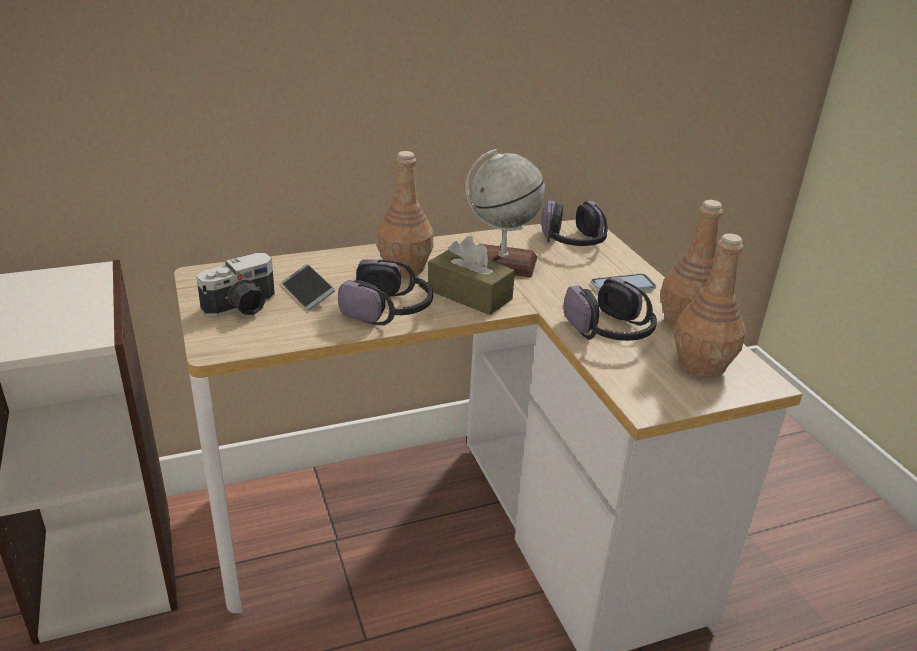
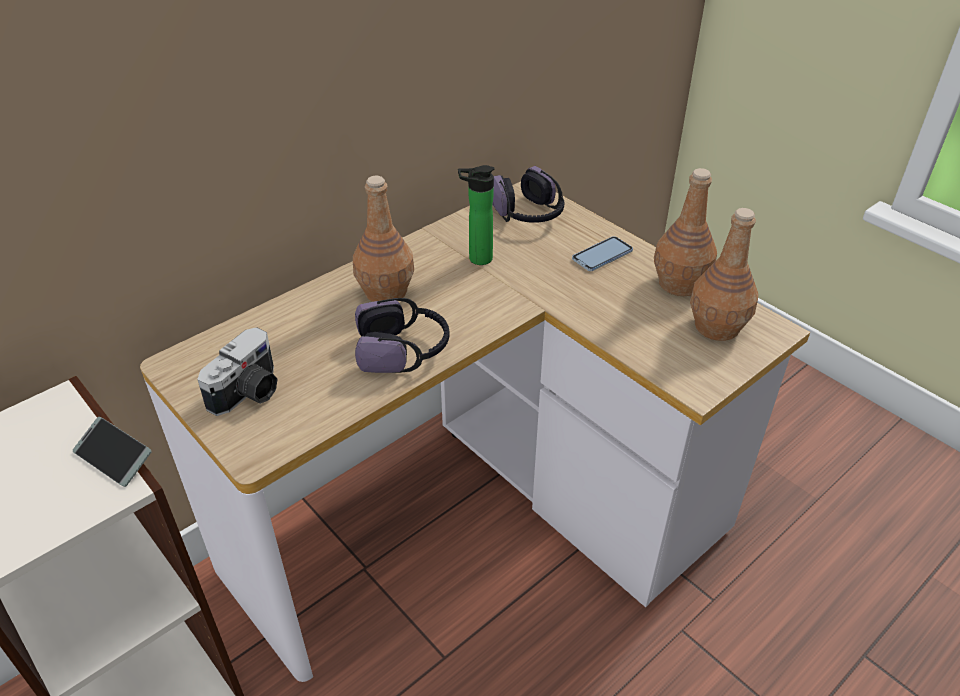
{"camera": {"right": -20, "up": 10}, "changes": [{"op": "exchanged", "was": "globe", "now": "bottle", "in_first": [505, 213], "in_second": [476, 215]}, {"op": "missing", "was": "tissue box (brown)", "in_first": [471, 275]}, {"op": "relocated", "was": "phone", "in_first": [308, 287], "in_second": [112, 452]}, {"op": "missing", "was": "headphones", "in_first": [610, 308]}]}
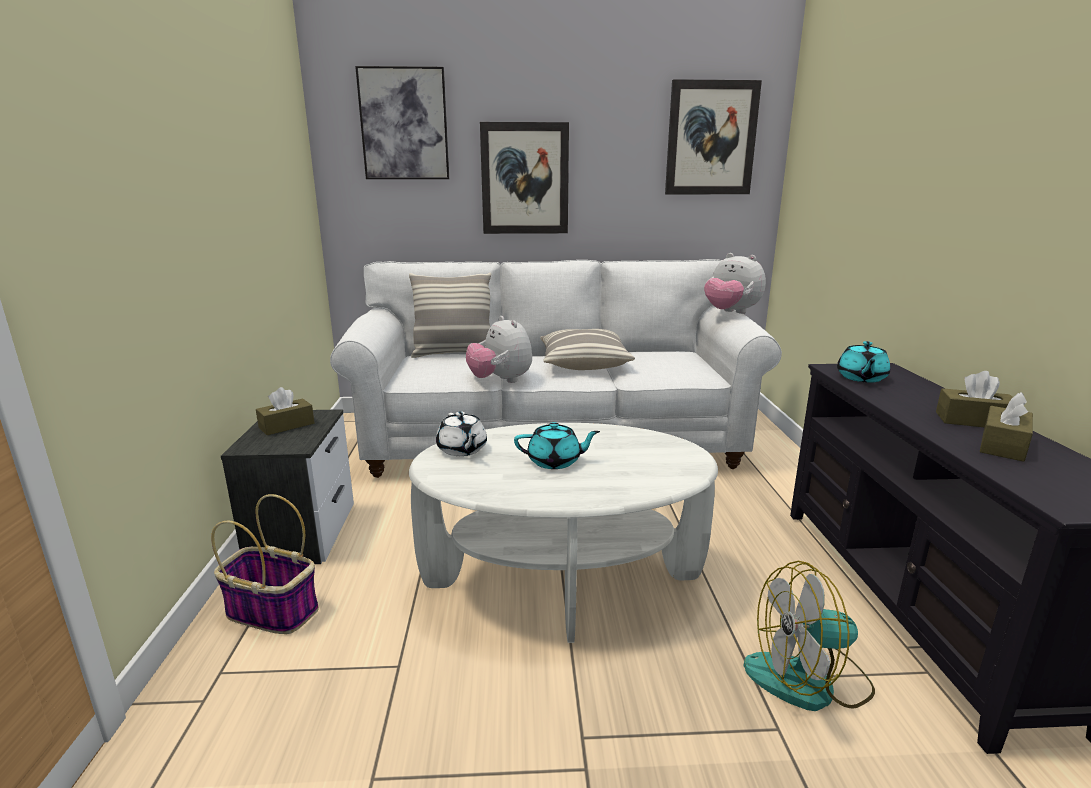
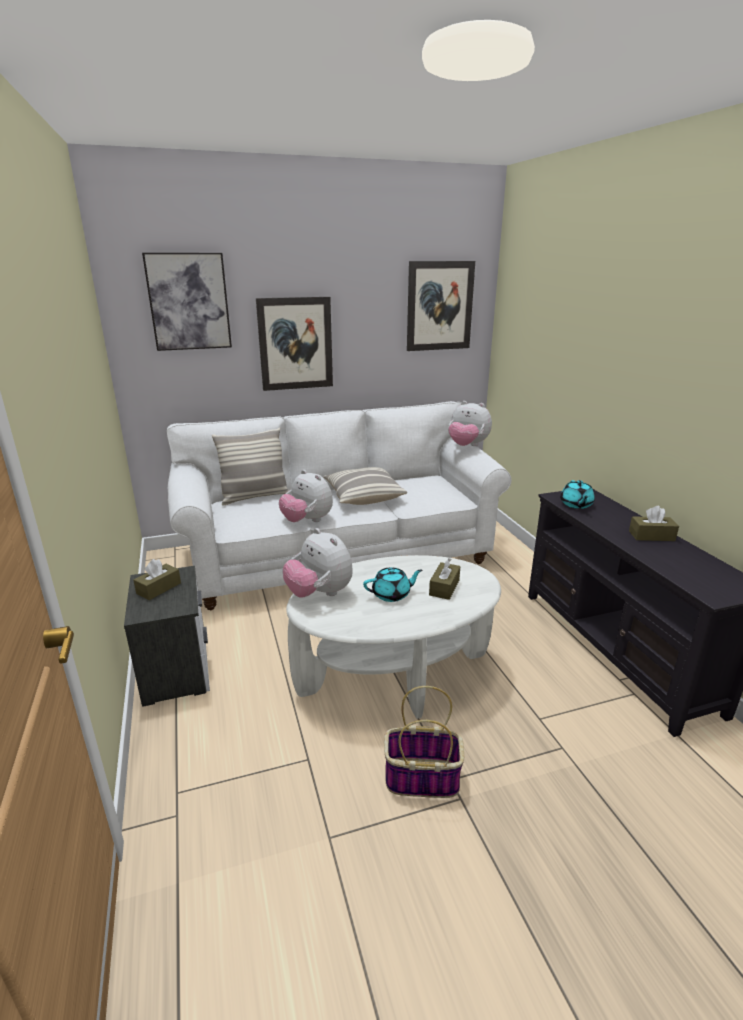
{"camera": {"right": -15, "up": 5}, "changes": [{"op": "relocated", "was": "tissue box (brown)", "in_first": [1006, 427], "in_second": [444, 579]}, {"op": "exchanged", "was": "teapot (white)", "now": "plush toy", "in_first": [461, 433], "in_second": [318, 563]}, {"op": "relocated", "was": "basket", "in_first": [265, 564], "in_second": [424, 742]}, {"op": "missing", "was": "fan", "in_first": [809, 636]}]}
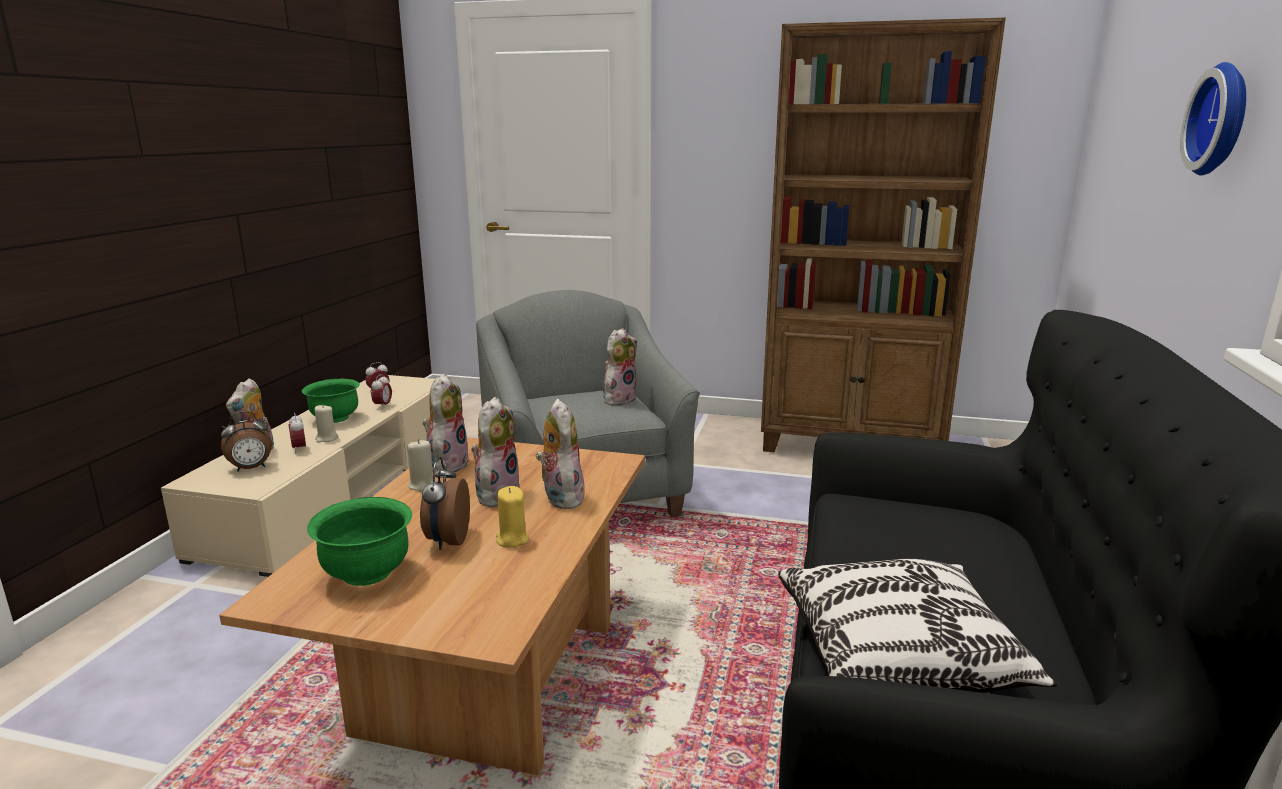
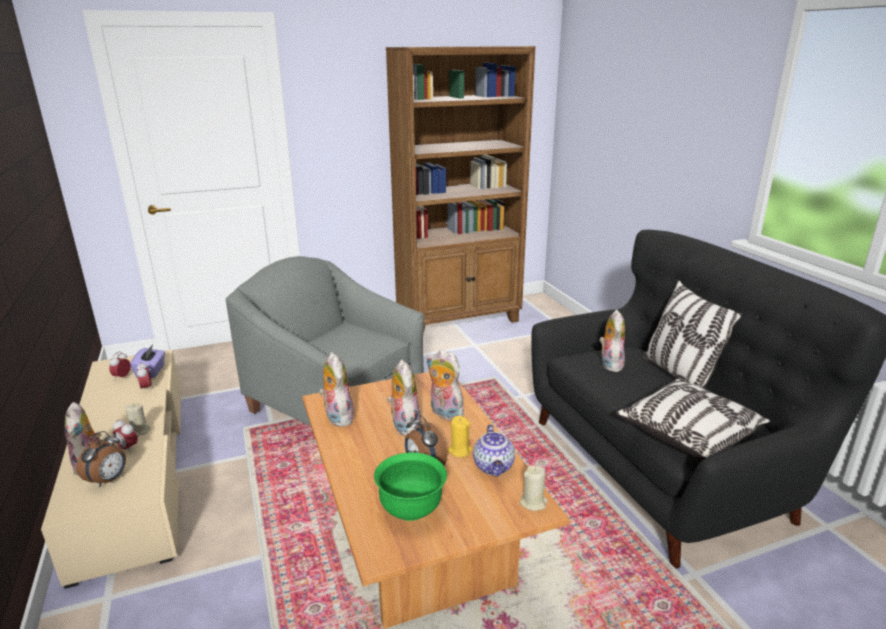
{"camera": {"right": -35, "up": 5}, "changes": [{"op": "missing", "was": "wall clock", "in_first": [1213, 118]}, {"op": "relocated", "was": "plush toy", "in_first": [620, 366], "in_second": [612, 341]}, {"op": "missing", "was": "bowl (green)", "in_first": [331, 401]}, {"op": "relocated", "was": "candle (beige)", "in_first": [422, 465], "in_second": [533, 488]}, {"op": "appeared", "now": "pillow", "in_second": [692, 334]}, {"op": "appeared", "now": "tissue box (purple)", "in_second": [147, 361]}, {"op": "appeared", "now": "teapot", "in_second": [494, 450]}]}
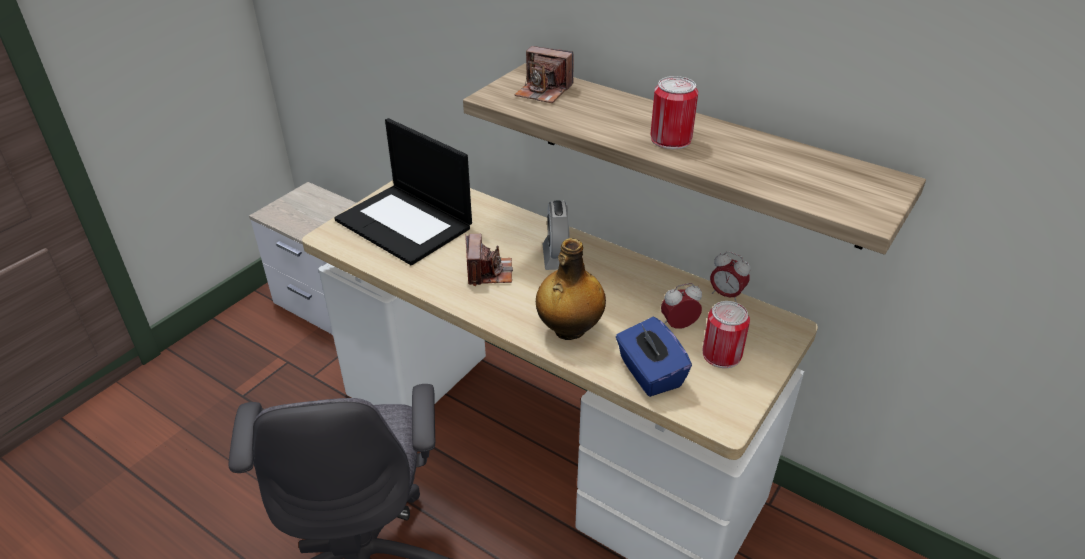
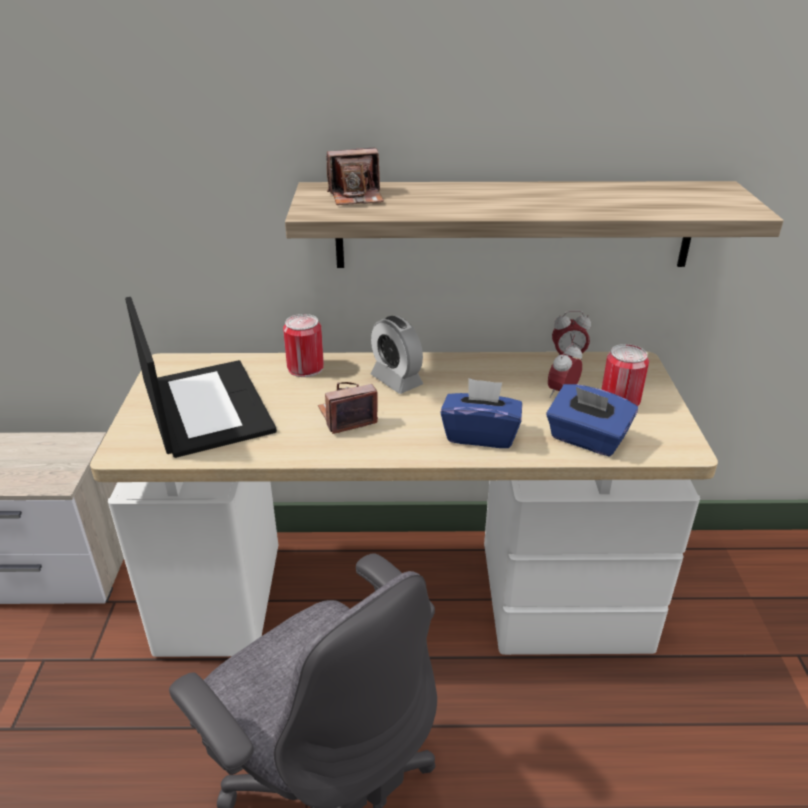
{"camera": {"right": -35, "up": -5}, "changes": [{"op": "relocated", "was": "can", "in_first": [674, 112], "in_second": [303, 345]}, {"op": "spun", "was": "laptop", "in_first": [403, 191], "in_second": [201, 377], "clockwise": -120}, {"op": "spun", "was": "photo camera", "in_first": [489, 260], "in_second": [348, 408], "clockwise": -75}, {"op": "exchanged", "was": "bottle", "now": "tissue box (blue)", "in_first": [571, 289], "in_second": [481, 413]}]}
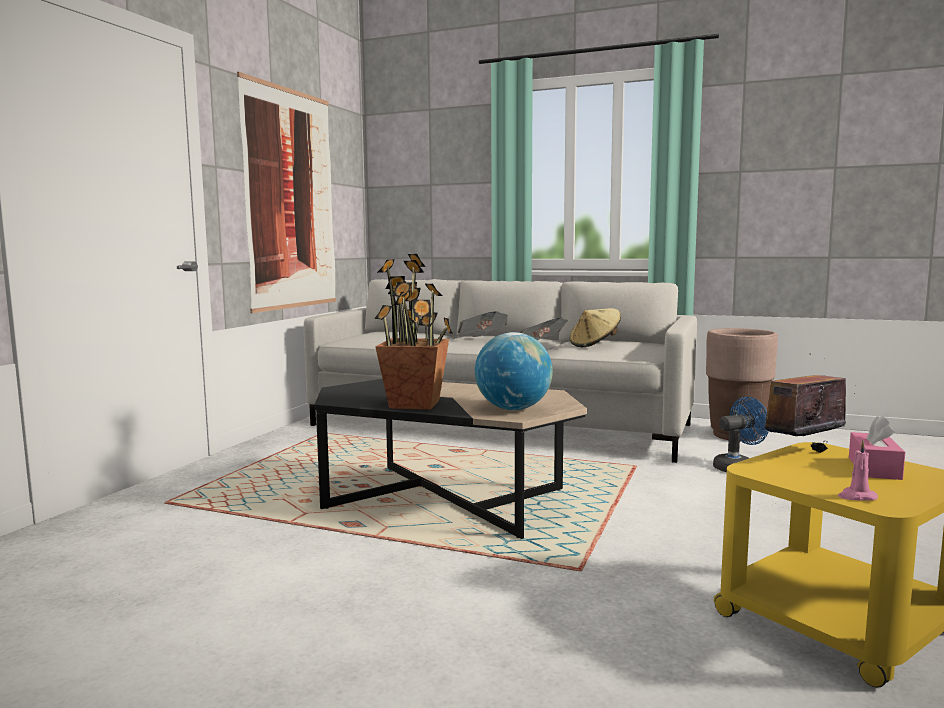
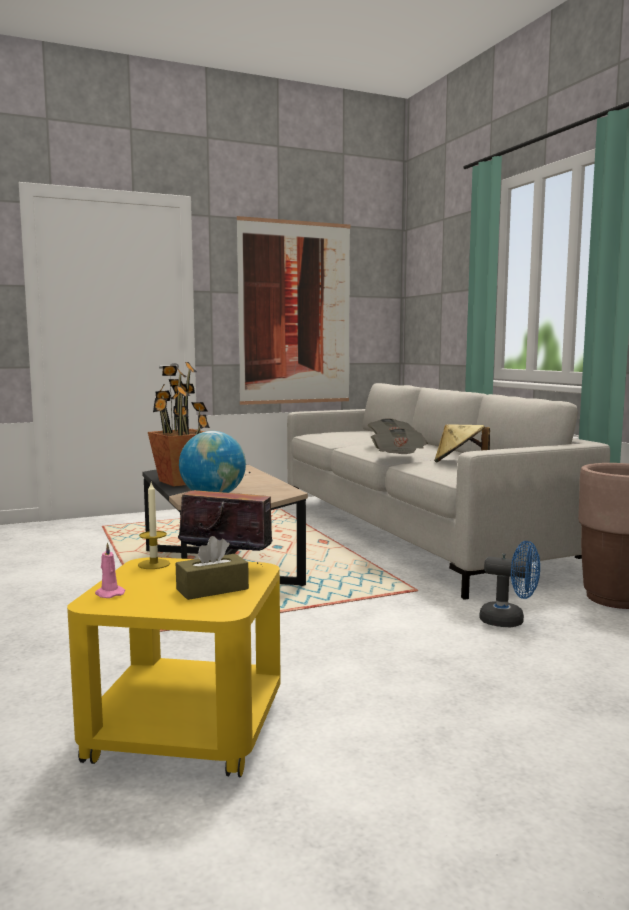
{"camera": {"right": 45, "up": 0}, "changes": [{"op": "colour", "was": "tissue box (pink)", "now": "tissue box (brown)", "in_first": [877, 447], "in_second": [212, 568]}, {"op": "appeared", "now": "candle", "in_second": [154, 526]}]}
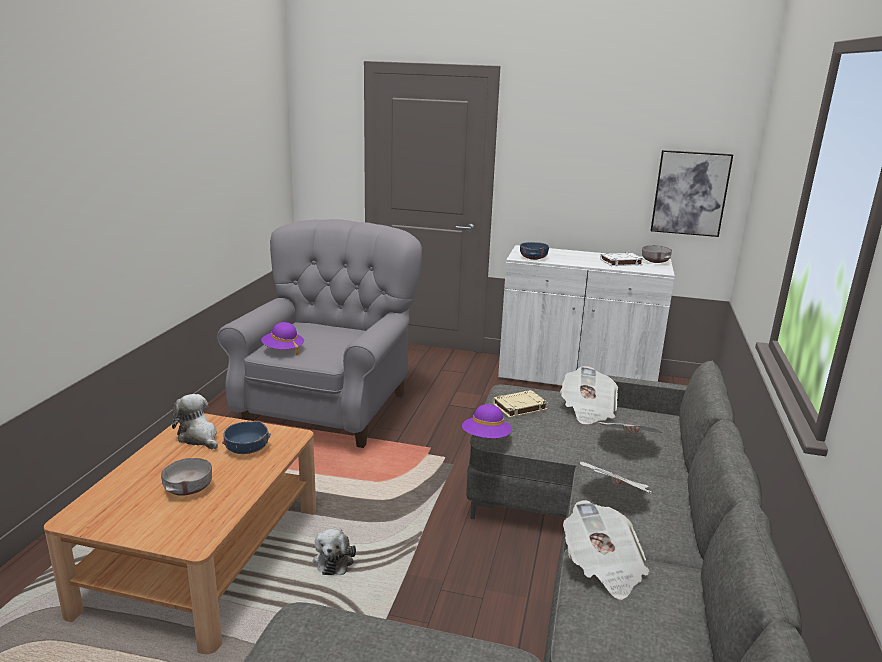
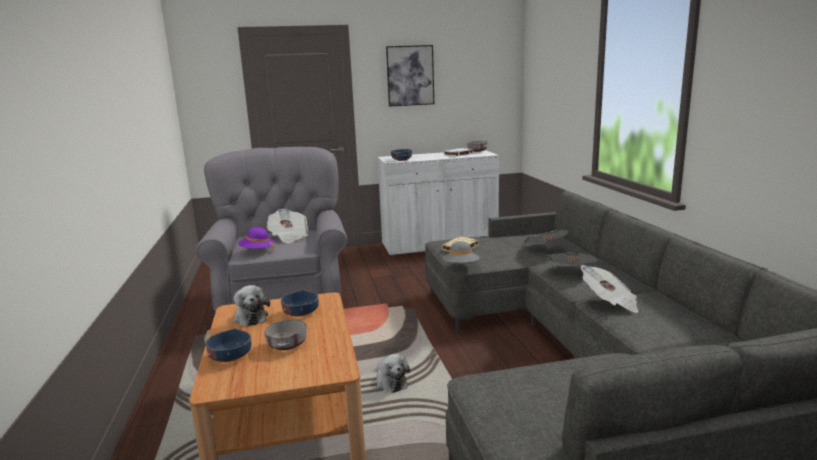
{"camera": {"right": -25, "up": -5}, "changes": [{"op": "relocated", "was": "picture", "in_first": [691, 193], "in_second": [410, 76]}, {"op": "relocated", "was": "newspaper", "in_first": [589, 395], "in_second": [287, 226]}, {"op": "spun", "was": "plush toy", "in_first": [195, 421], "in_second": [251, 305], "clockwise": -135}, {"op": "colour", "was": "hat (purple)", "now": "hat (grey)", "in_first": [487, 421], "in_second": [461, 252]}, {"op": "appeared", "now": "bowl (blue)", "in_second": [228, 345]}]}
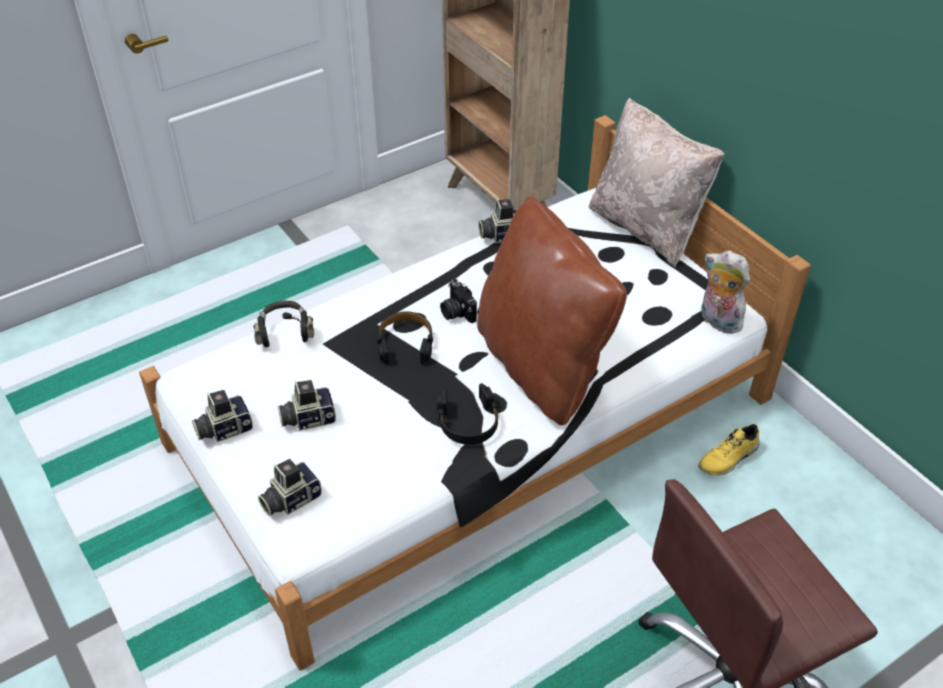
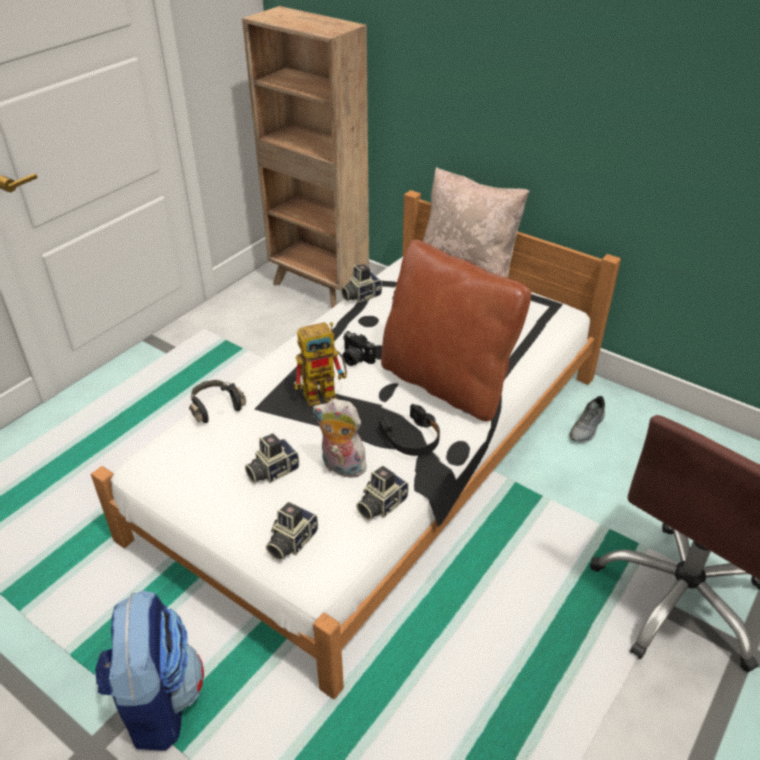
{"camera": {"right": -20, "up": -5}, "changes": [{"op": "relocated", "was": "plush toy", "in_first": [725, 292], "in_second": [341, 438]}, {"op": "exchanged", "was": "headphones (black)", "now": "toy robot", "in_first": [405, 337], "in_second": [320, 364]}, {"op": "relocated", "was": "photo camera", "in_first": [222, 416], "in_second": [382, 493]}, {"op": "colour", "was": "shoe (yellow)", "now": "shoe (grey)", "in_first": [729, 449], "in_second": [587, 419]}, {"op": "appeared", "now": "backpack", "in_second": [149, 671]}]}
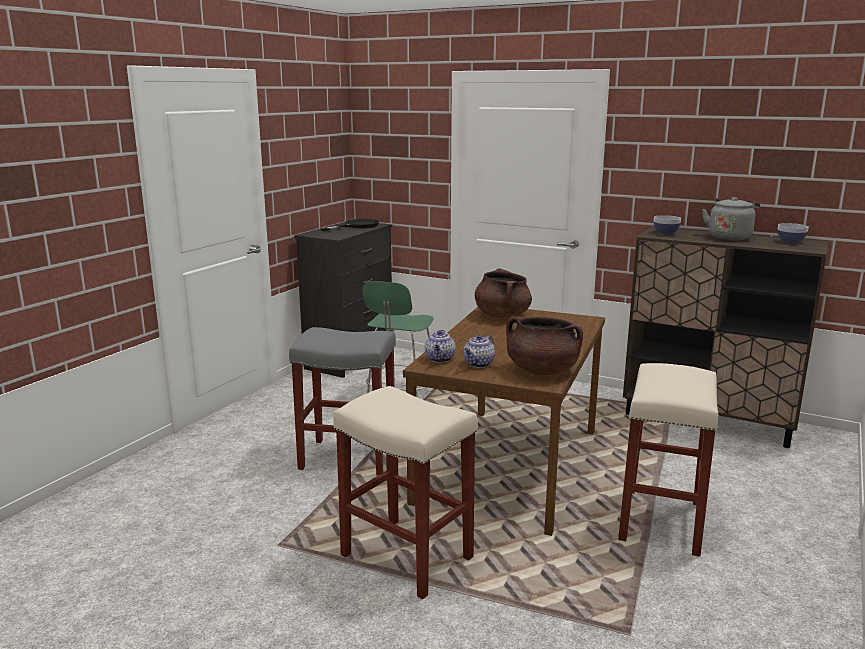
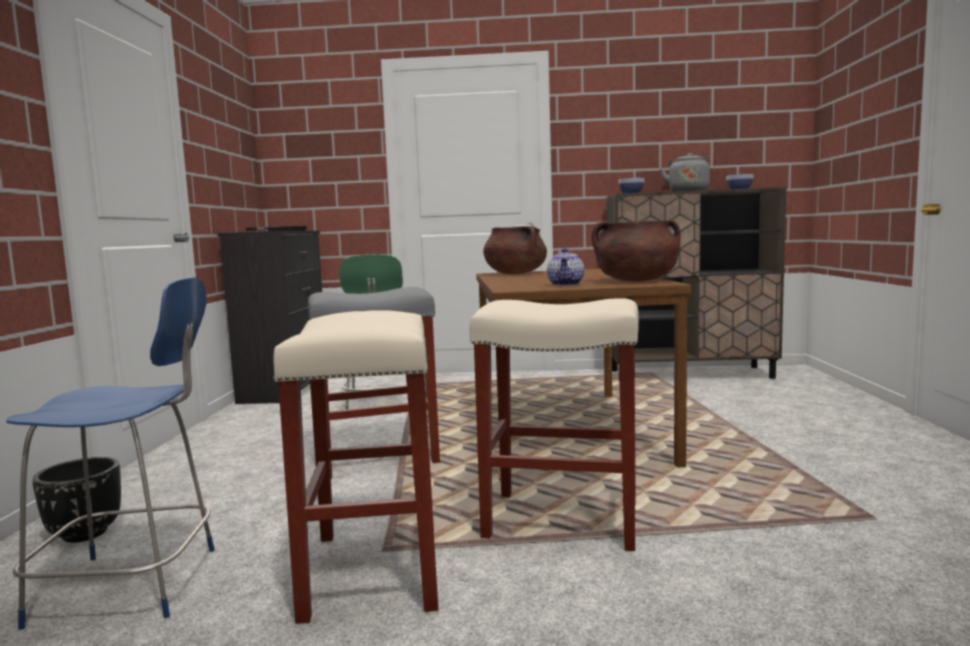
{"camera": {"right": -25, "up": -10}, "changes": [{"op": "missing", "was": "teapot", "in_first": [440, 346]}, {"op": "relocated", "was": "stool (beige)", "in_first": [668, 460], "in_second": [355, 467]}, {"op": "appeared", "now": "chair (blue)", "in_second": [110, 453]}, {"op": "appeared", "now": "planter (black)", "in_second": [76, 500]}]}
